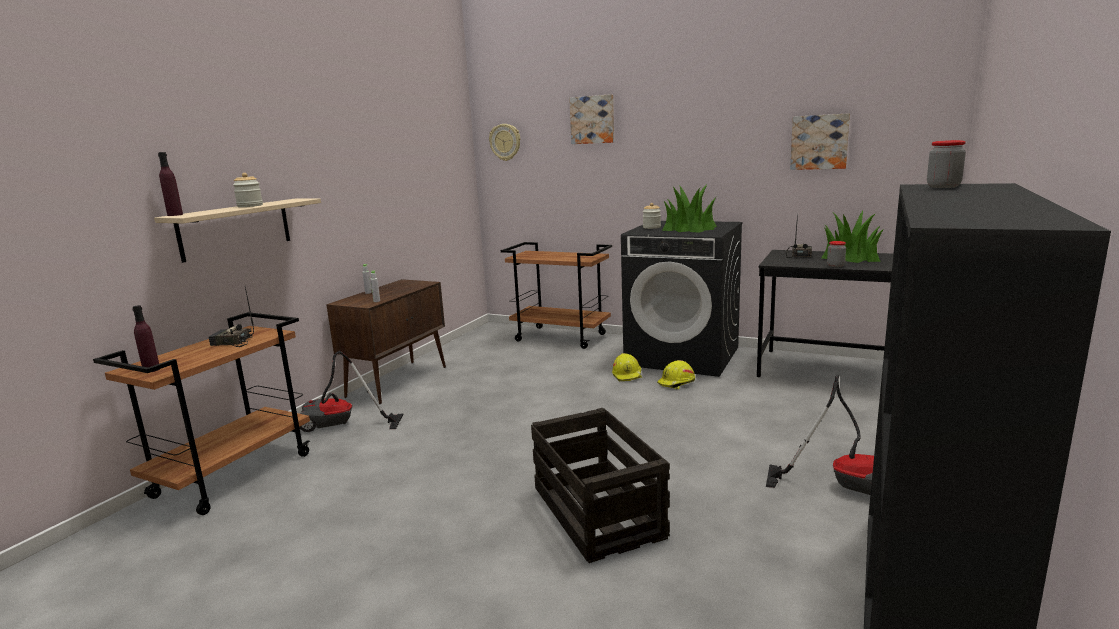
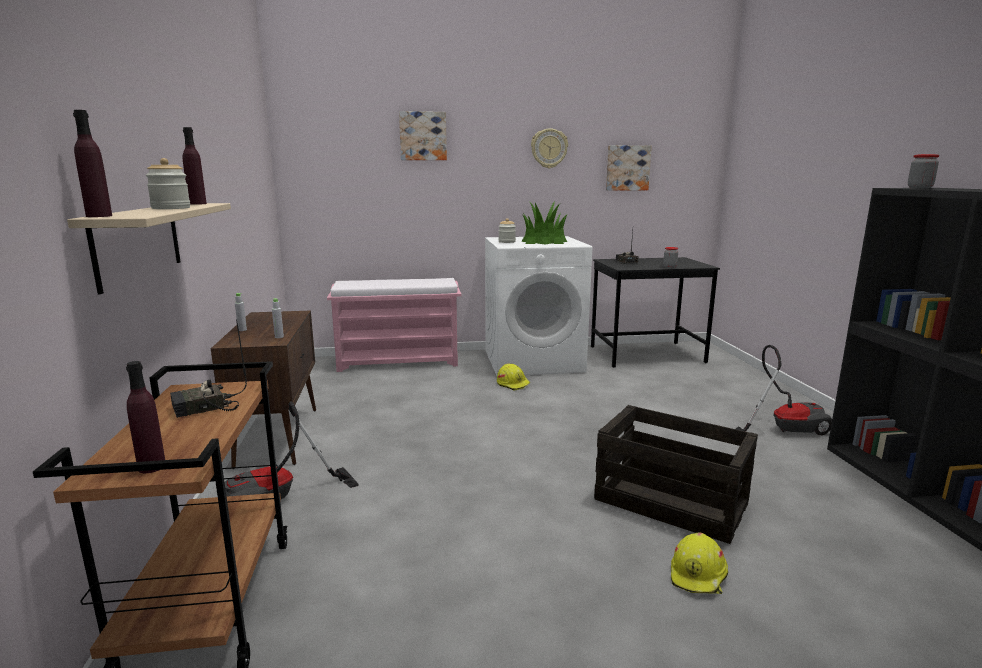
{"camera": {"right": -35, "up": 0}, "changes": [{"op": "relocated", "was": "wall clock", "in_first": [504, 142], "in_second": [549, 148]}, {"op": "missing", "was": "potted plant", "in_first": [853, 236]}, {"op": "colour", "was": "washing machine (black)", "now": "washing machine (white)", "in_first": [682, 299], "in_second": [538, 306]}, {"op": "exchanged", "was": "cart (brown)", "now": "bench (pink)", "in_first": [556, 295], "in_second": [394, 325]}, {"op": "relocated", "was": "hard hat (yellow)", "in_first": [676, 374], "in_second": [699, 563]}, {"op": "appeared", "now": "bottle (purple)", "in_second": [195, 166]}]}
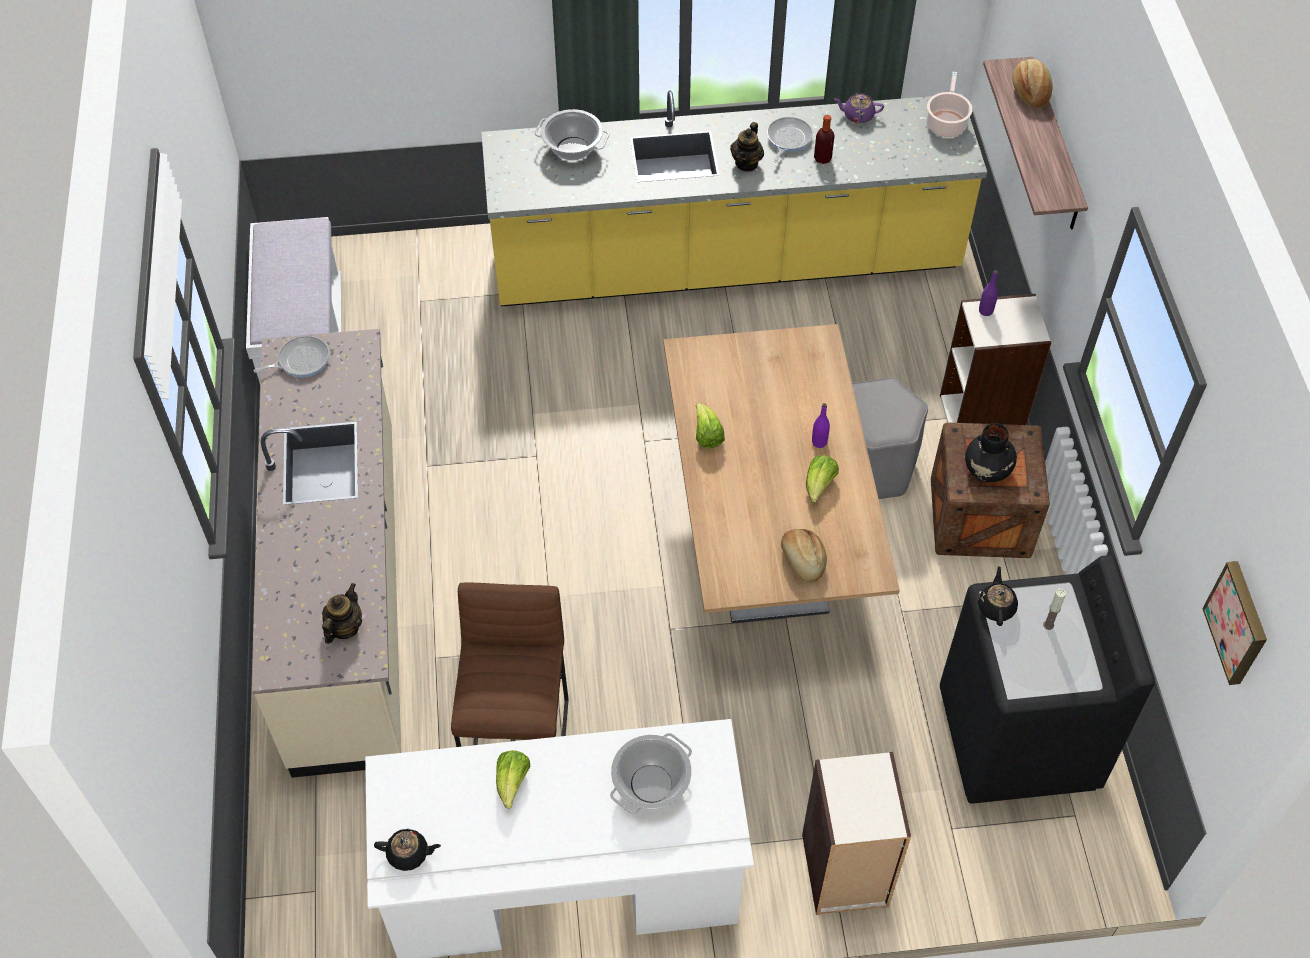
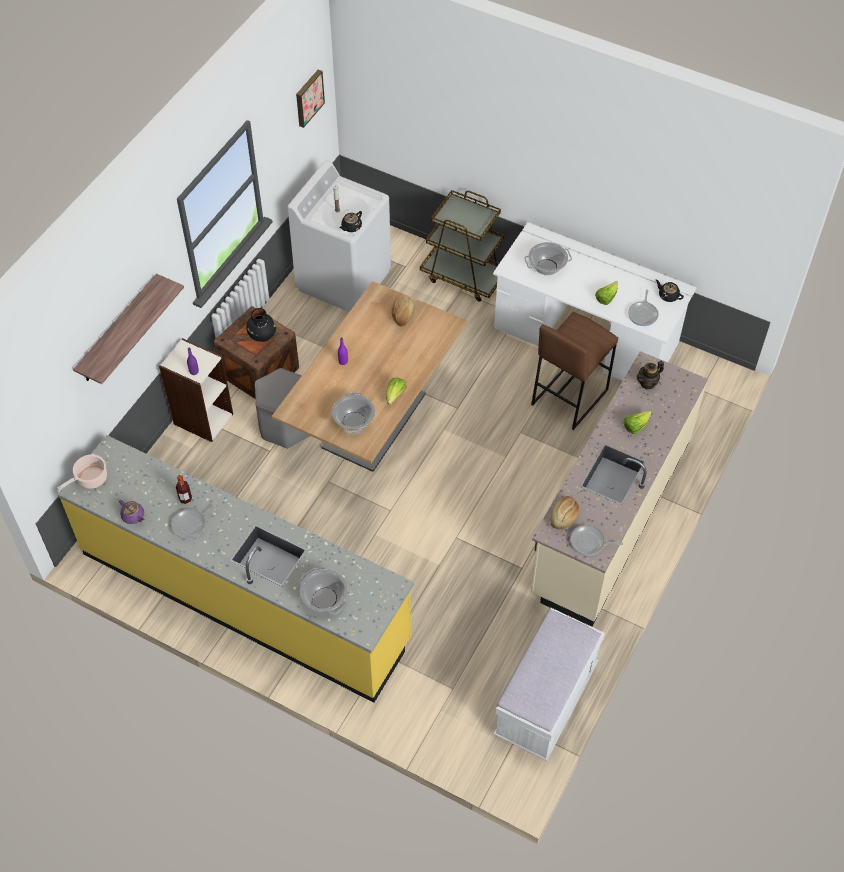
{"camera": {"right": -145, "up": 0}, "changes": [{"op": "relocated", "was": "bread", "in_first": [1032, 83], "in_second": [564, 512]}, {"op": "missing", "was": "teapot", "in_first": [747, 147]}, {"op": "relocated", "was": "lettuce", "in_first": [822, 479], "in_second": [638, 422]}, {"op": "colour", "was": "washing machine (black)", "now": "washing machine (white)", "in_first": [1047, 679], "in_second": [339, 236]}, {"op": "exchanged", "was": "bookcase", "now": "cart (brown)", "in_first": [856, 833], "in_second": [462, 246]}, {"op": "appeared", "now": "frying pan", "in_second": [643, 308]}, {"op": "appeared", "now": "cooking pot", "in_second": [353, 413]}]}
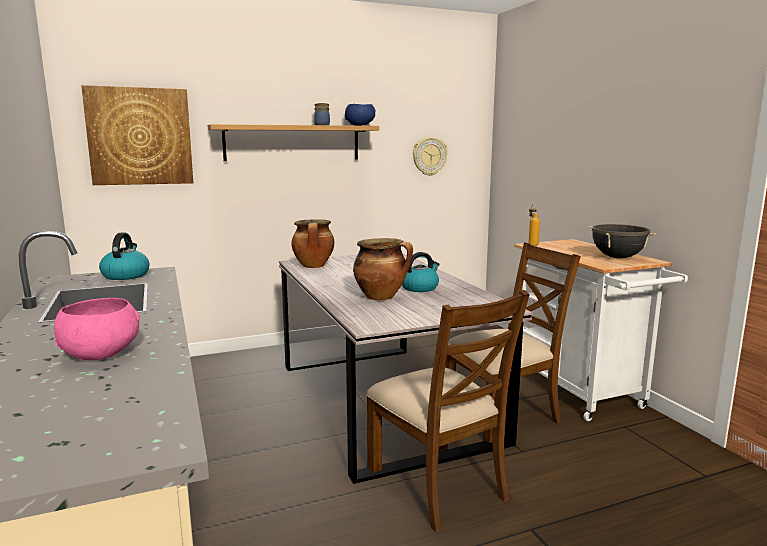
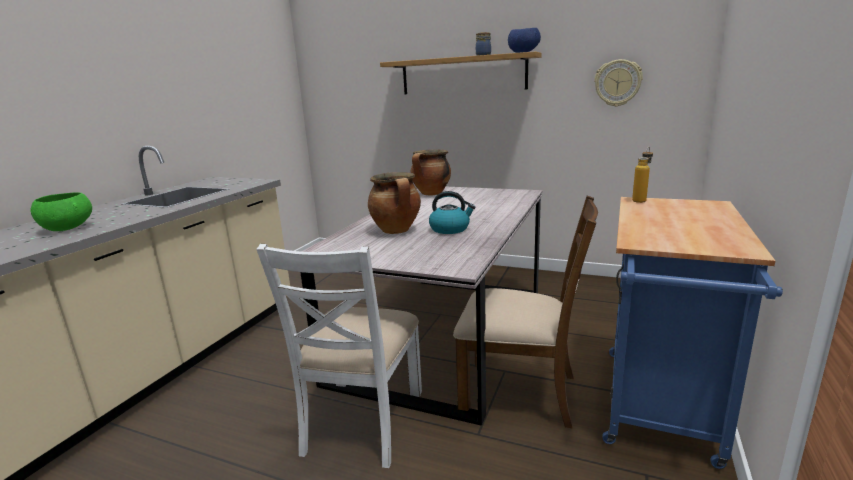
{"camera": {"right": 45, "up": 5}, "changes": [{"op": "missing", "was": "picture", "in_first": [137, 135]}, {"op": "missing", "was": "cooking pot (black)", "in_first": [622, 241]}, {"op": "missing", "was": "kettle", "in_first": [124, 256]}, {"op": "colour", "was": "cart (white)", "now": "cart (blue)", "in_first": [601, 330], "in_second": [692, 333]}, {"op": "colour", "was": "chair (brown)", "now": "chair (white)", "in_first": [448, 411], "in_second": [339, 356]}, {"op": "colour", "was": "bowl (pink)", "now": "bowl (green)", "in_first": [97, 329], "in_second": [61, 211]}]}
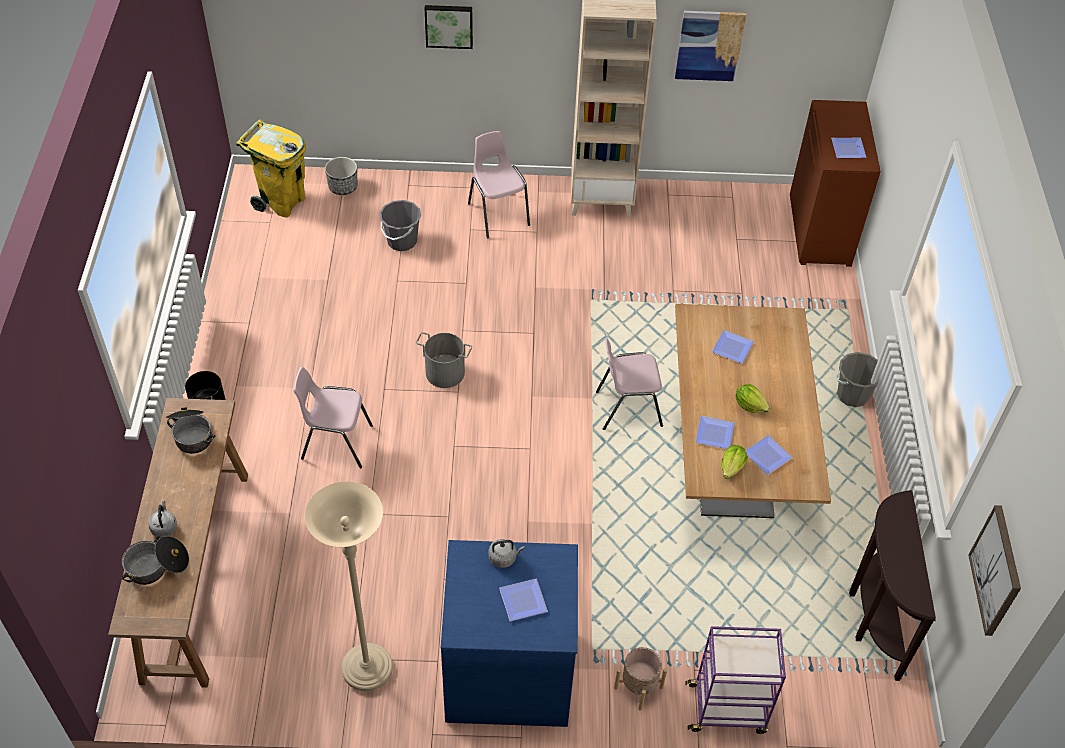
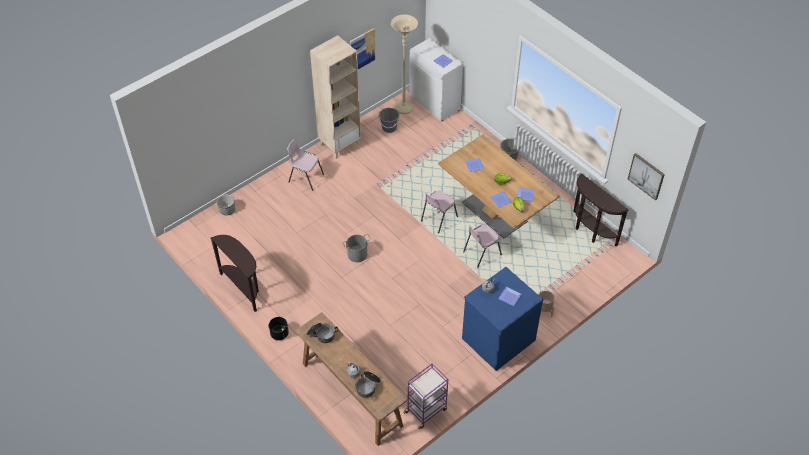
{"camera": {"right": -40, "up": 0}, "changes": [{"op": "missing", "was": "picture", "in_first": [449, 27]}, {"op": "colour", "was": "cabinet (brown)", "now": "cabinet (white)", "in_first": [835, 183], "in_second": [436, 79]}, {"op": "missing", "was": "trash can (yellow)", "in_first": [271, 168]}, {"op": "relocated", "was": "bucket (grey)", "in_first": [400, 225], "in_second": [389, 120]}, {"op": "relocated", "was": "chair (pink)", "in_first": [333, 417], "in_second": [482, 246]}, {"op": "relocated", "was": "floor lamp (beige)", "in_first": [349, 586], "in_second": [404, 64]}, {"op": "relocated", "was": "cart (purple)", "in_first": [735, 680], "in_second": [426, 396]}, {"op": "appeared", "now": "console table (brown)", "in_second": [235, 273]}]}
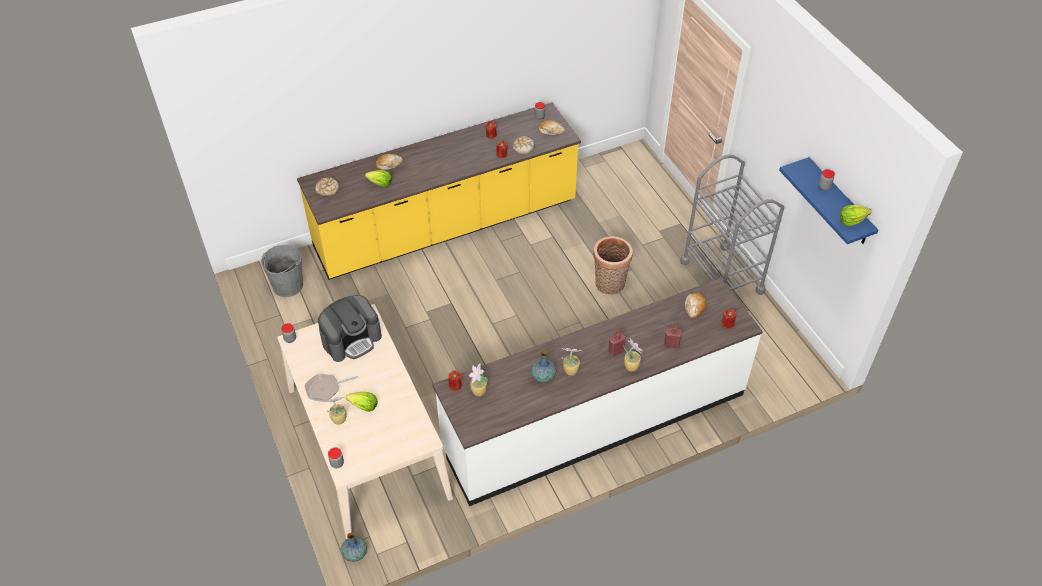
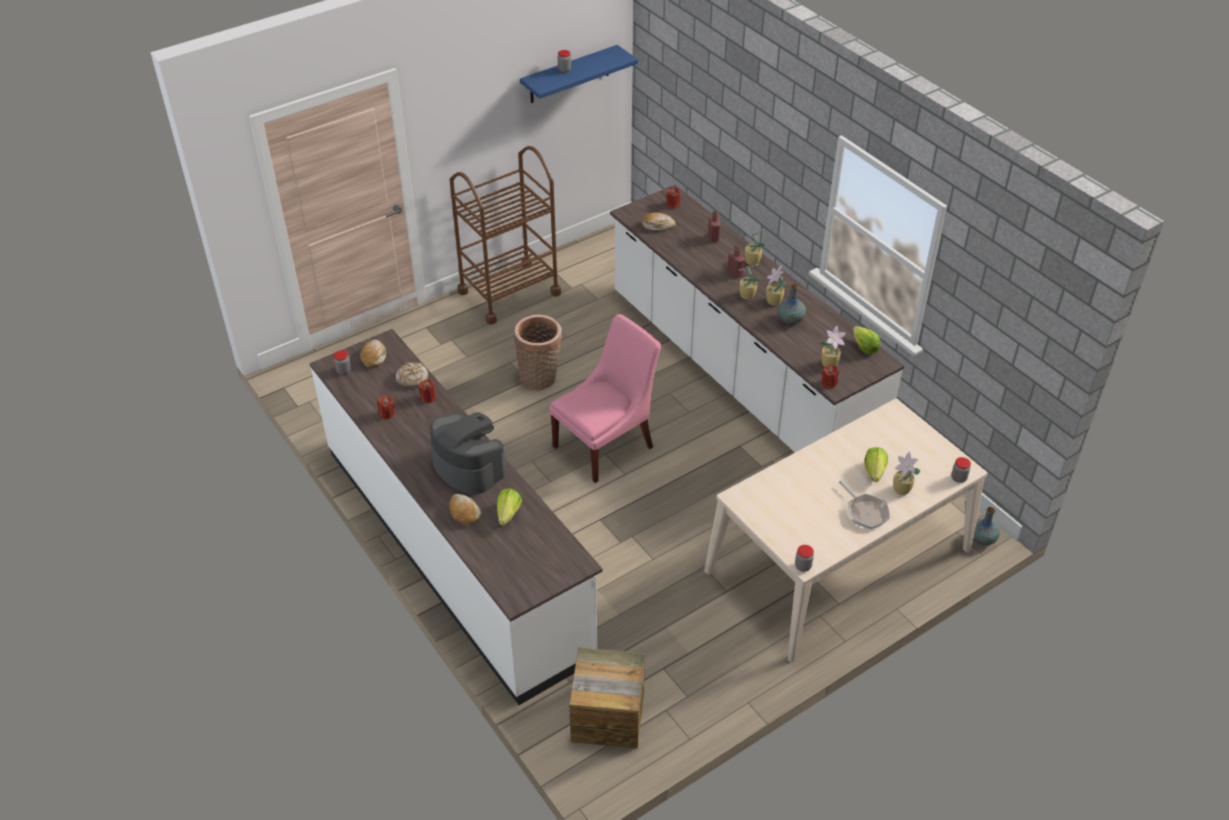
{"camera": {"right": -100, "up": -5}, "changes": [{"op": "colour", "was": "counter (yellow)", "now": "counter (white)", "in_first": [439, 191], "in_second": [456, 517]}, {"op": "colour", "was": "cart (grey)", "now": "cart (brown)", "in_first": [732, 224], "in_second": [505, 235]}, {"op": "missing", "was": "bread", "in_first": [327, 186]}, {"op": "relocated", "was": "lettuce", "in_first": [855, 215], "in_second": [867, 340]}, {"op": "exchanged", "was": "bucket (grey)", "now": "crate", "in_first": [282, 271], "in_second": [607, 698]}, {"op": "relocated", "was": "coffee machine", "in_first": [350, 328], "in_second": [468, 453]}, {"op": "appeared", "now": "potted plant", "in_second": [750, 282]}, {"op": "appeared", "now": "chair (pink)", "in_second": [605, 398]}]}
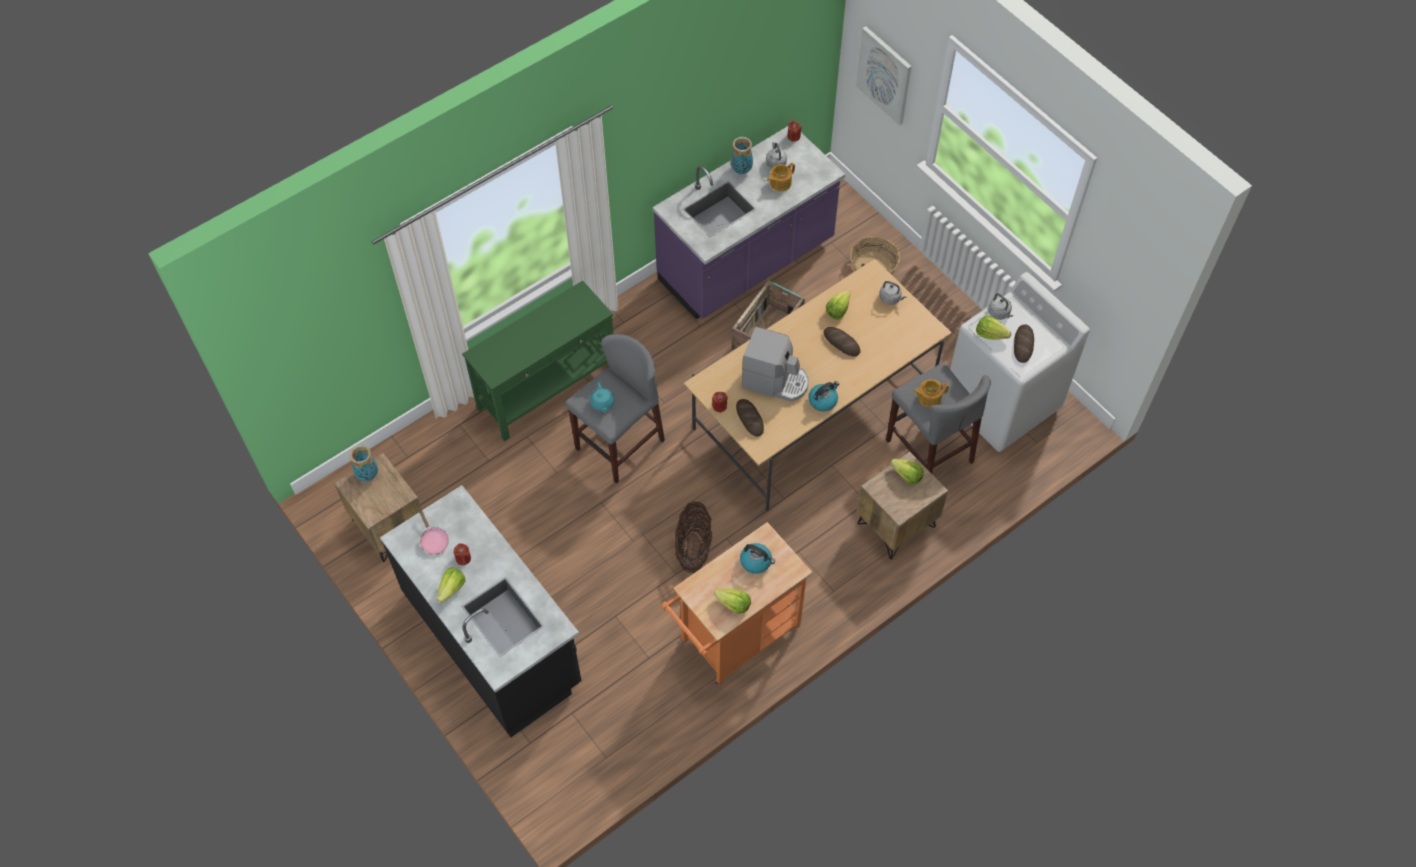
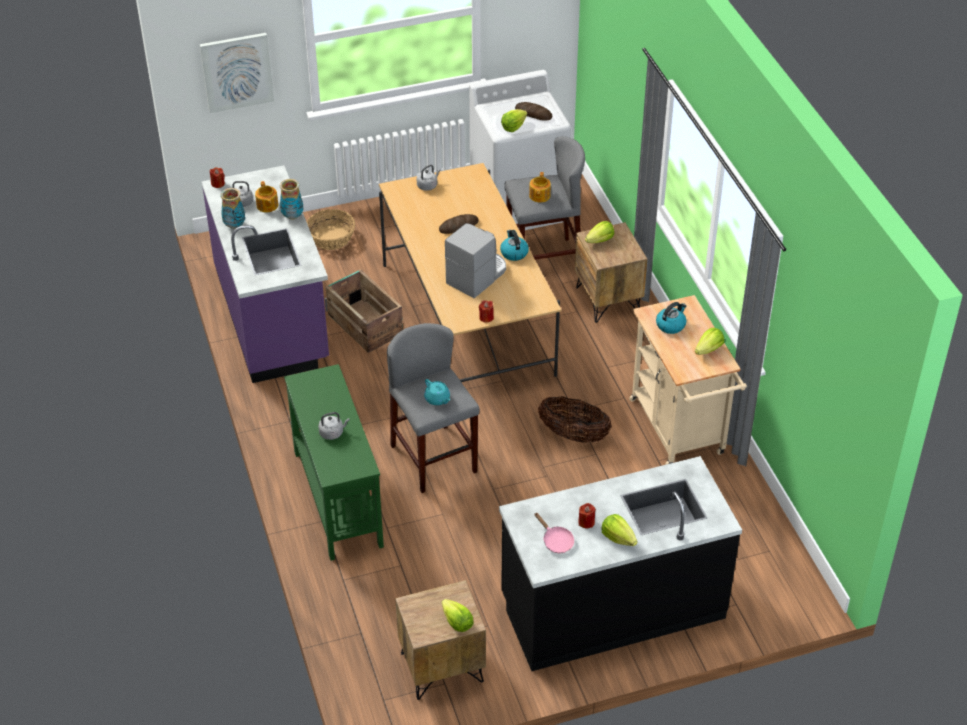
{"camera": {"right": -70, "up": -15}, "changes": [{"op": "relocated", "was": "lettuce", "in_first": [838, 305], "in_second": [458, 615]}, {"op": "relocated", "was": "kettle (grey)", "in_first": [1000, 306], "in_second": [334, 426]}, {"op": "spun", "was": "teapot (turquoise)", "in_first": [602, 396], "in_second": [437, 392], "clockwise": 45}, {"op": "missing", "was": "bread", "in_first": [750, 418]}, {"op": "relocated", "was": "vase", "in_first": [364, 463], "in_second": [291, 199]}, {"op": "spun", "was": "frying pan (pink)", "in_first": [434, 532], "in_second": [554, 532], "clockwise": 60}, {"op": "colour", "was": "cart (orange)", "now": "cart (beige)", "in_first": [737, 603], "in_second": [688, 380]}]}
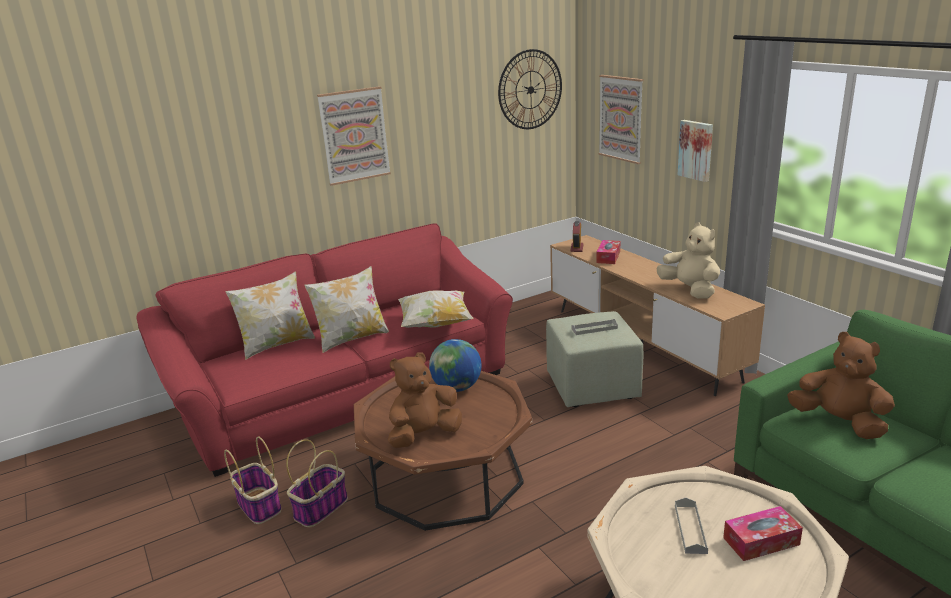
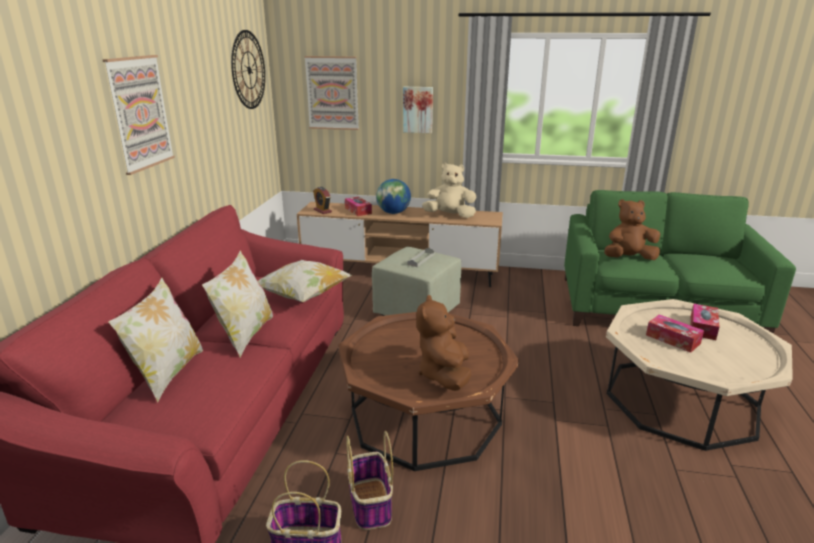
{"camera": {"right": -50, "up": 0}, "changes": [{"op": "relocated", "was": "globe", "in_first": [455, 365], "in_second": [393, 196]}, {"op": "exchanged", "was": "tray (grey)", "now": "tissue box", "in_first": [691, 526], "in_second": [675, 333]}]}
